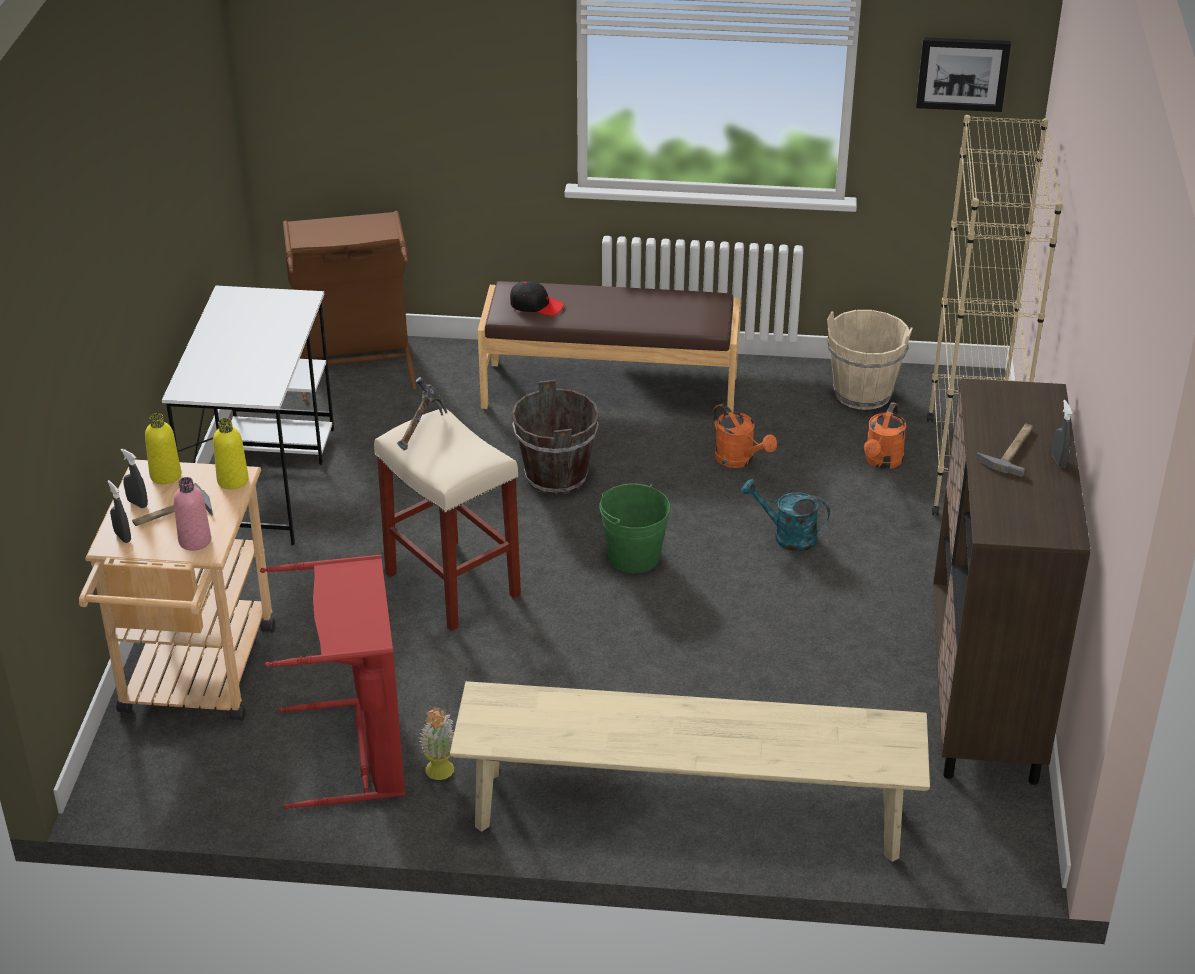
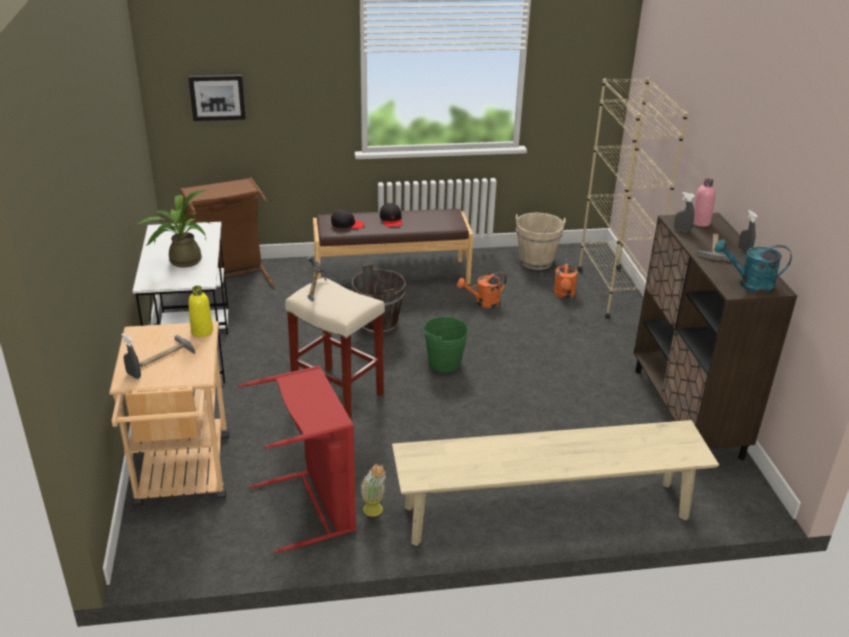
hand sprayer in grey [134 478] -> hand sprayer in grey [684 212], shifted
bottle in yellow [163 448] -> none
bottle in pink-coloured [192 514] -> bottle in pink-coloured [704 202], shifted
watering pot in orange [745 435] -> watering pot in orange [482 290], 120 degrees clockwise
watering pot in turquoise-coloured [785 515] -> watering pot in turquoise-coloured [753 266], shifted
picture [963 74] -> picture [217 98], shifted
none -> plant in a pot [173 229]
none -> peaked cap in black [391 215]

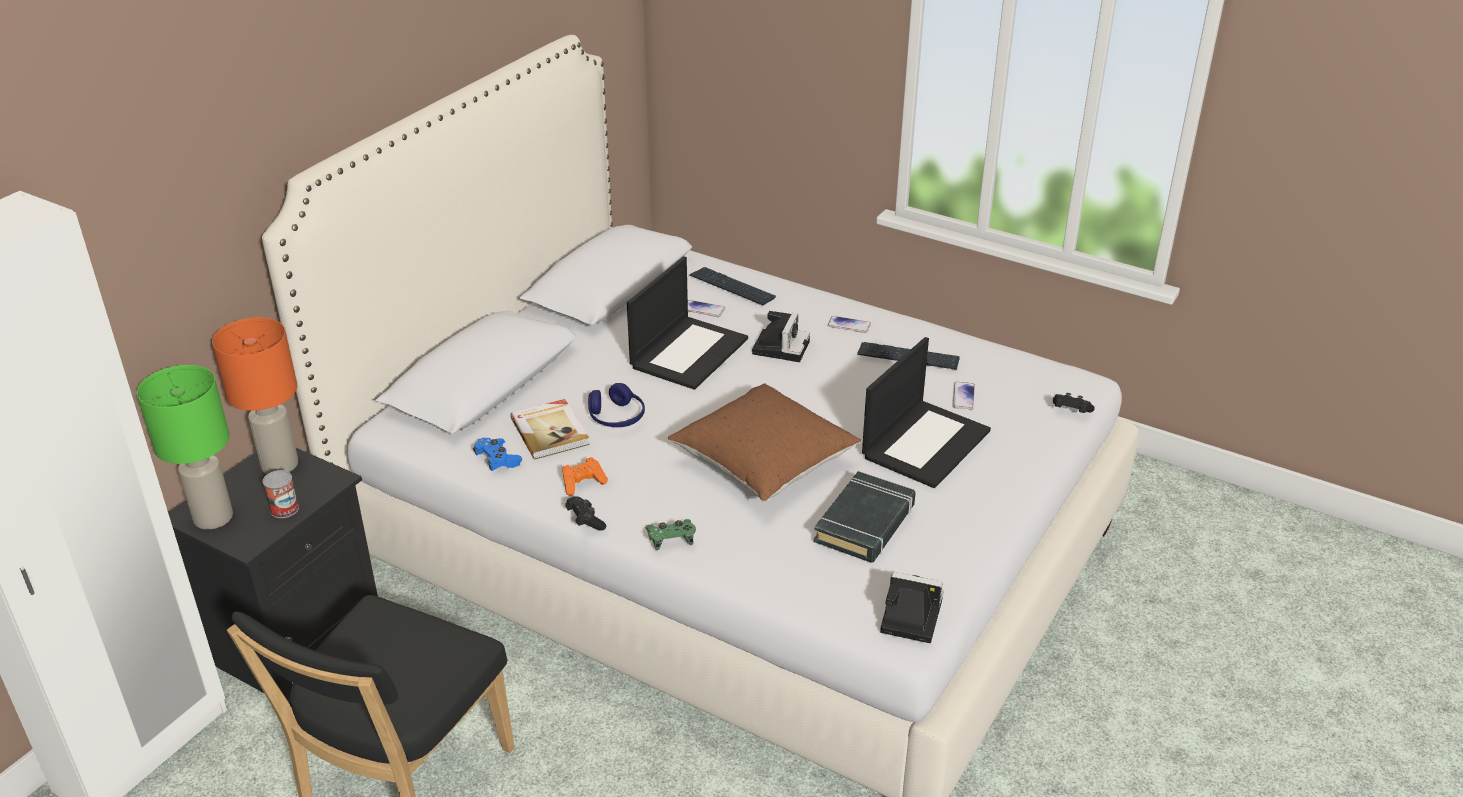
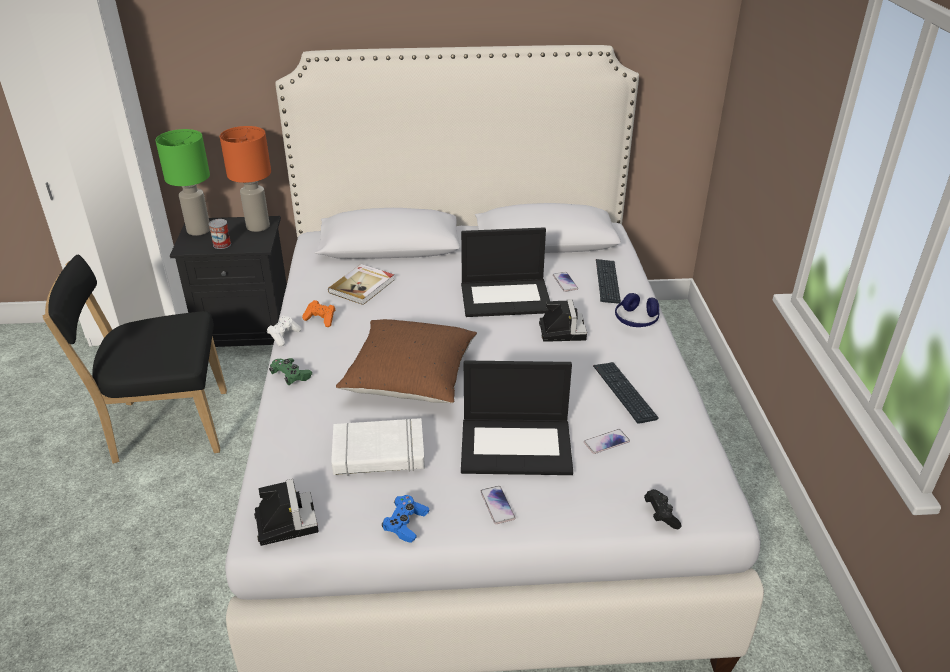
joypad in blue-coloured [497 454] -> joypad in blue-coloured [405 519], shifted
joypad in black [585 513] -> joypad in white [284 331]
headphones in blue-coloured [616 405] -> headphones in blue-coloured [637 310], shifted
still camera [781 336] -> still camera [563 320], 75 degrees counterclockwise
bound book in black [864 517] -> bound book in white [378 447]
telephone [849 324] -> telephone [497 505], shifted

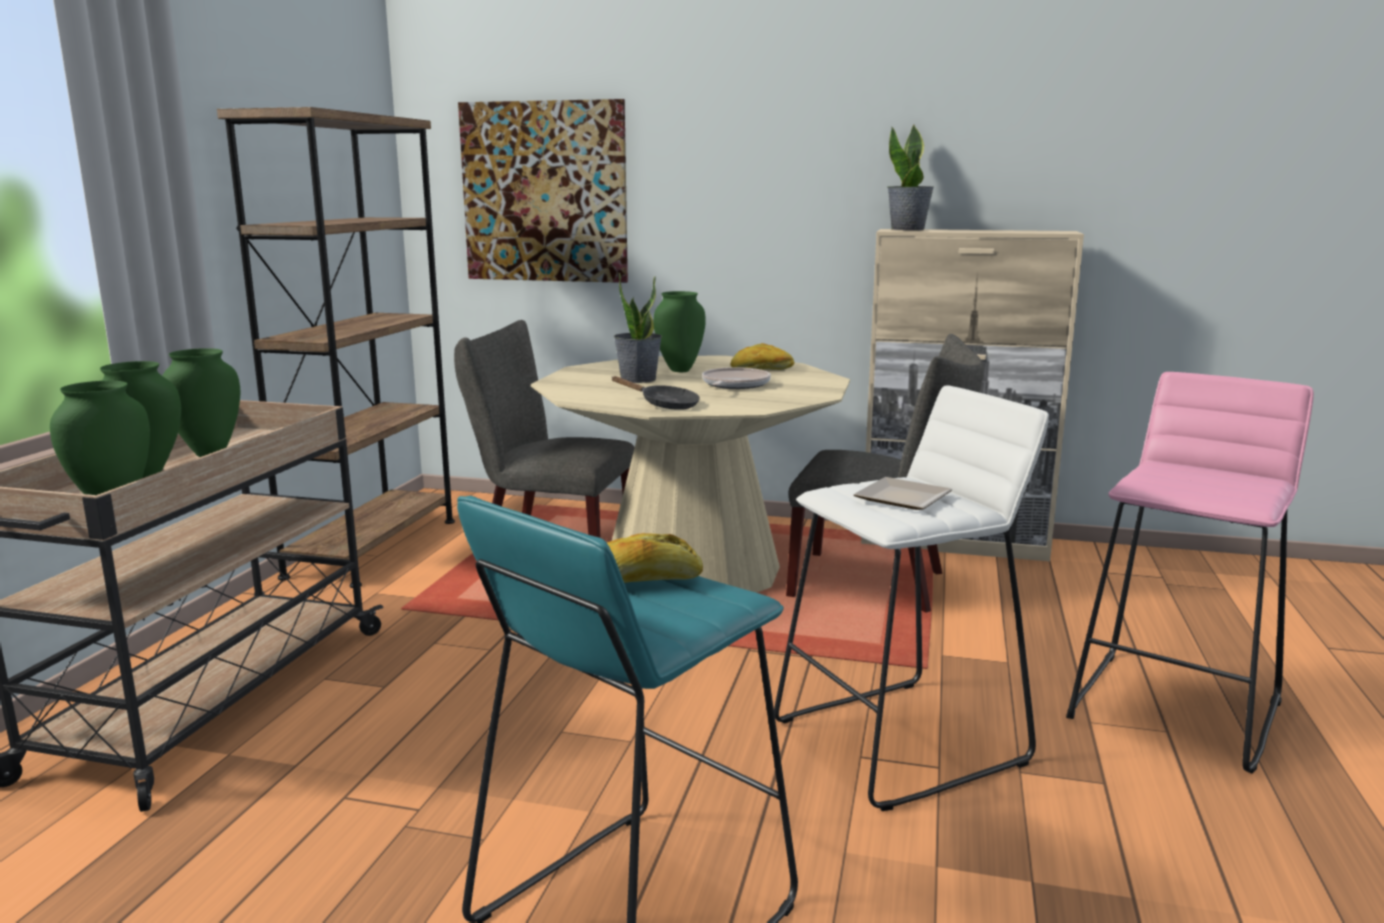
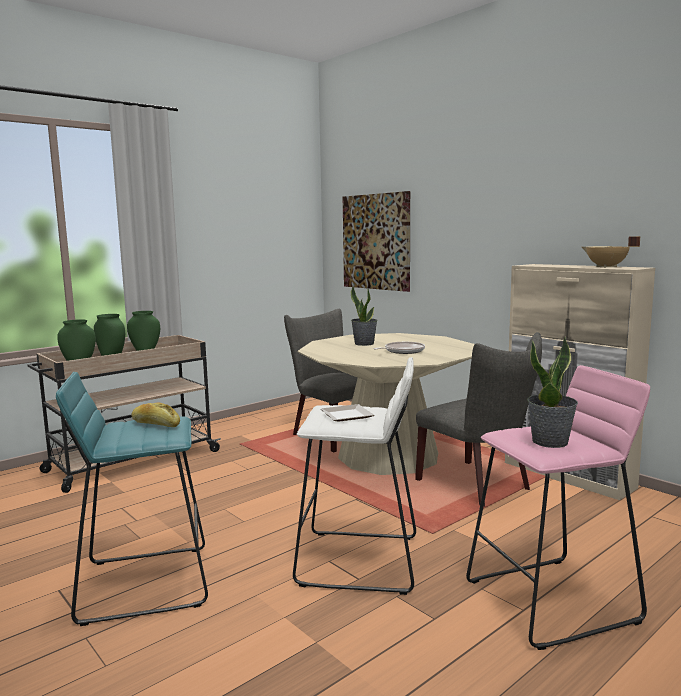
shelving unit in brownish [336 347] -> none
pan in black [655 393] -> none
vase in green-coloured [680 331] -> none
baked bread [763 356] -> none
plant in a pot [910 177] -> plant in a pot [552 392], shifted
none -> saucepot in beige [611 252]

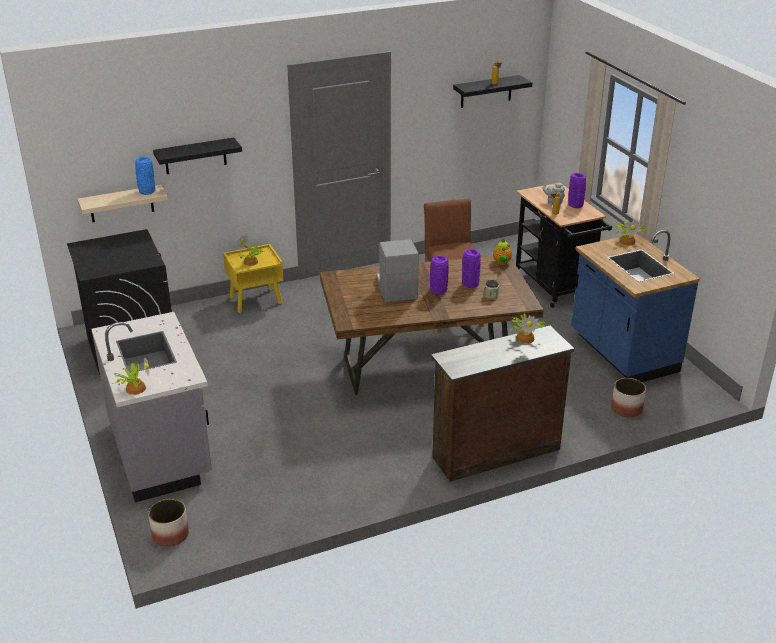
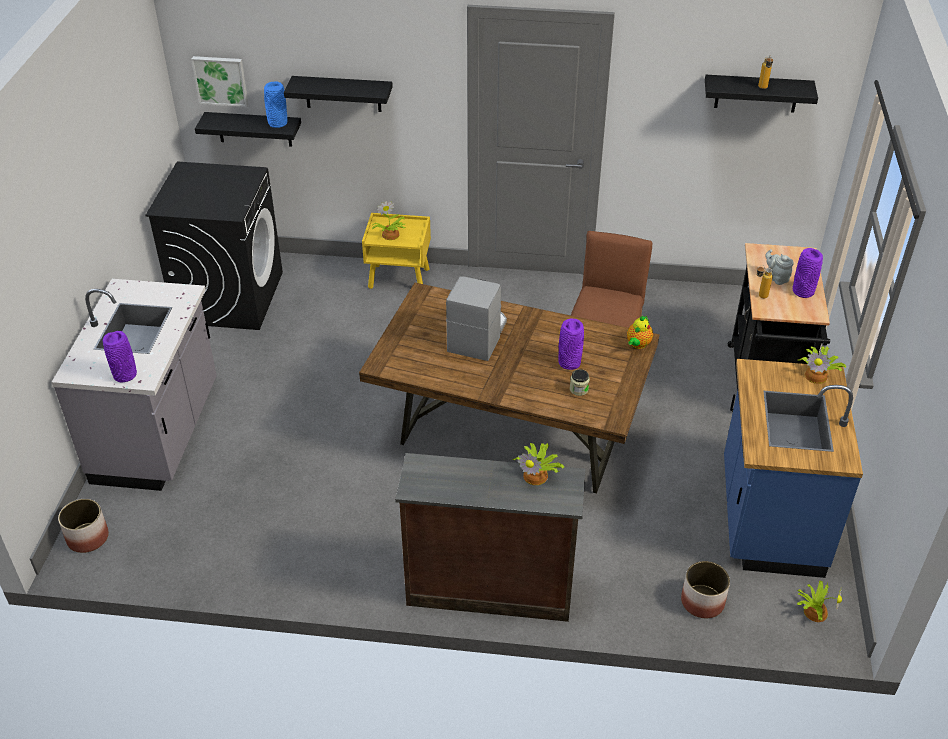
wall shelf in beige [122 203] -> wall shelf in black [248 129]
plant in a pot [132 376] -> plant in a pot [819 601], shifted
vase in purplish [439 274] -> vase in purplish [120 356], shifted
none -> picture [219 81]

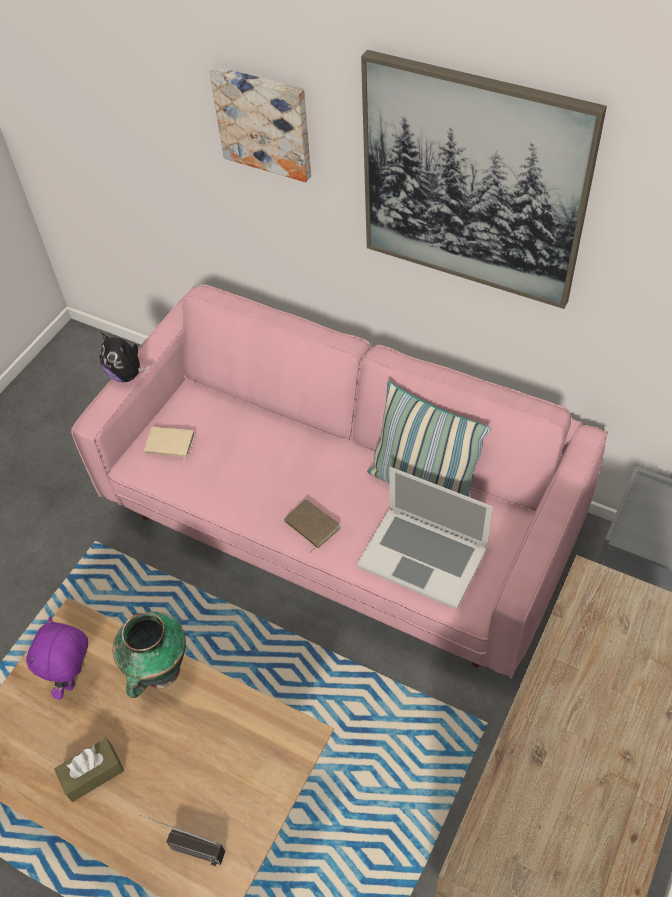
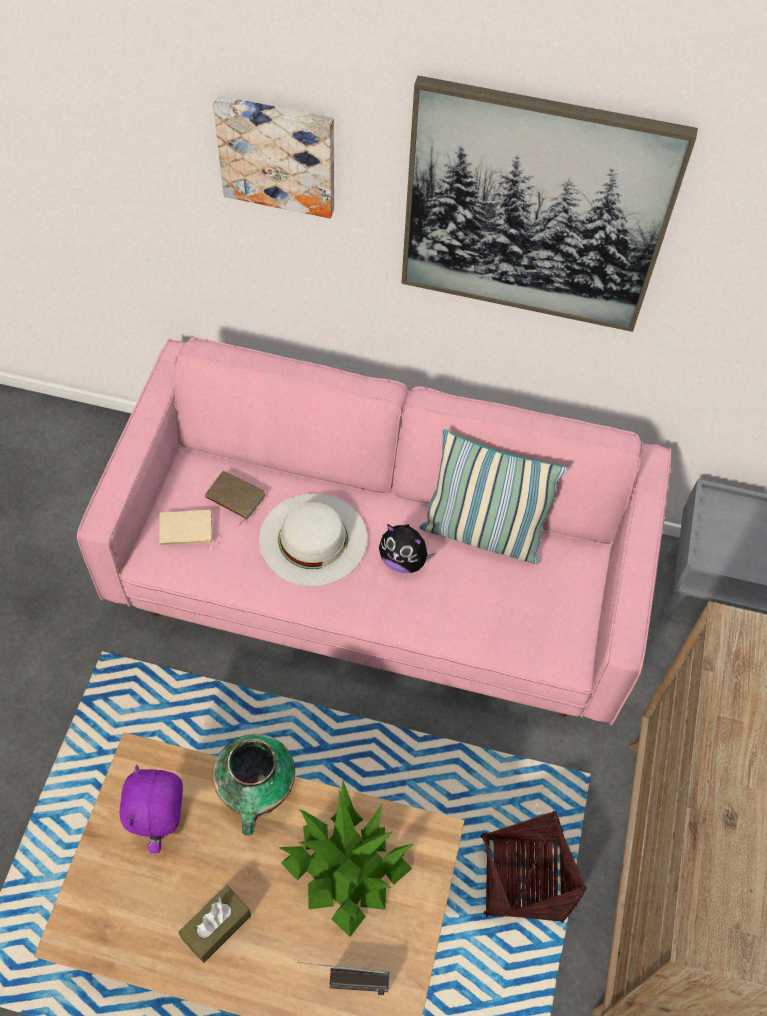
plush toy [123 357] -> plush toy [407 548], shifted
bound book in brownish [312 526] -> bound book in brownish [235 498], shifted
notebook computer [425 538] -> none
none -> wearable hat in white [313 539]
none -> plant in a pot [346 859]
none -> storage basket [534 867]

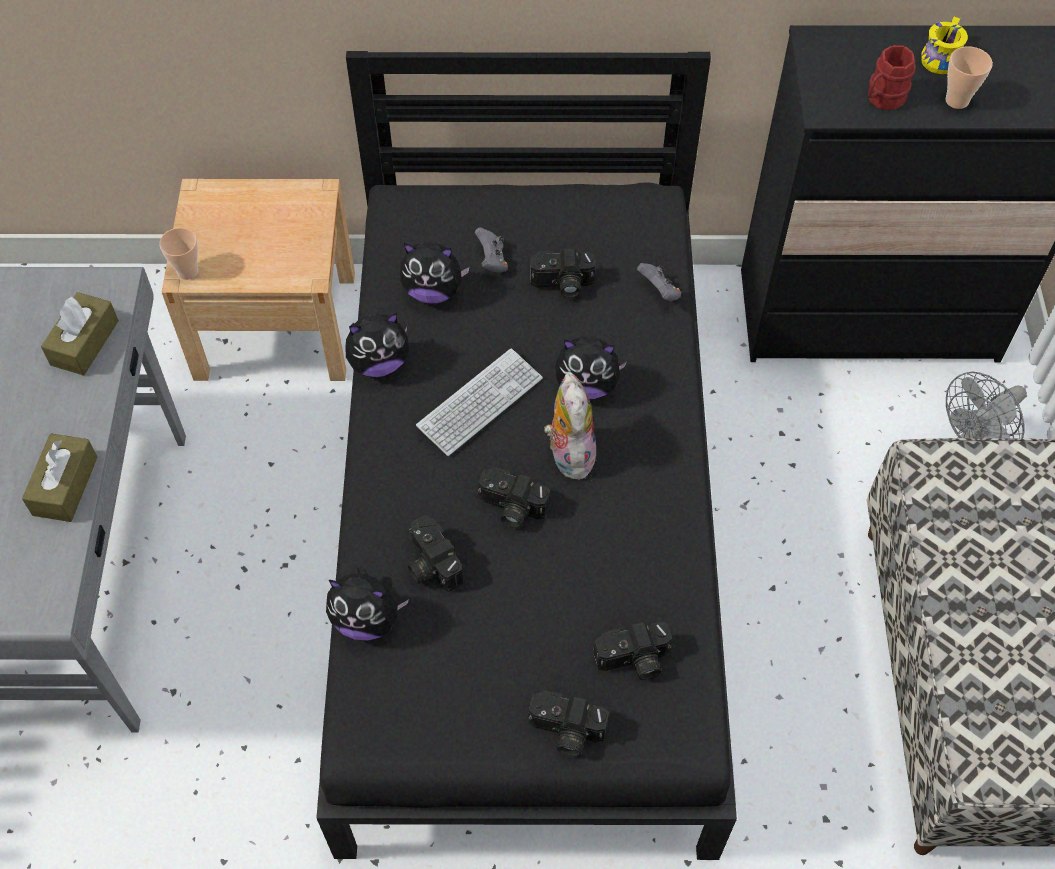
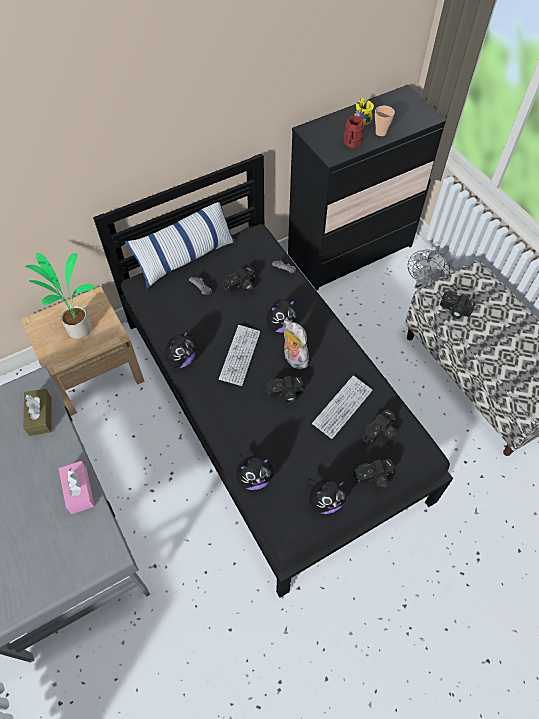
tissue holder in brownish [60 477] -> tissue holder in pink-coloured [77 487]
small cup [178 254] -> none
plush toy [435 273] -> plush toy [327 496], shifted
still camera [435 553] -> still camera [458 305], shifted
none -> plant in a pot [60 296]
none -> throw pillow [180 245]
none -> PC keyboard [342 407]

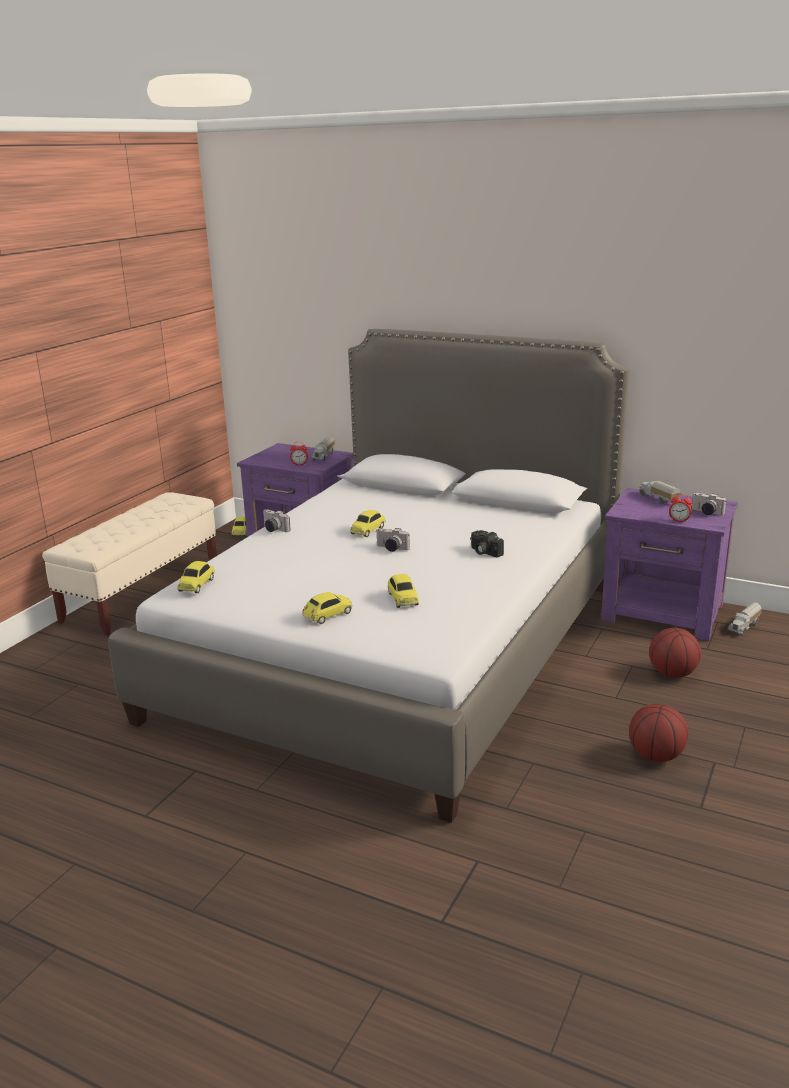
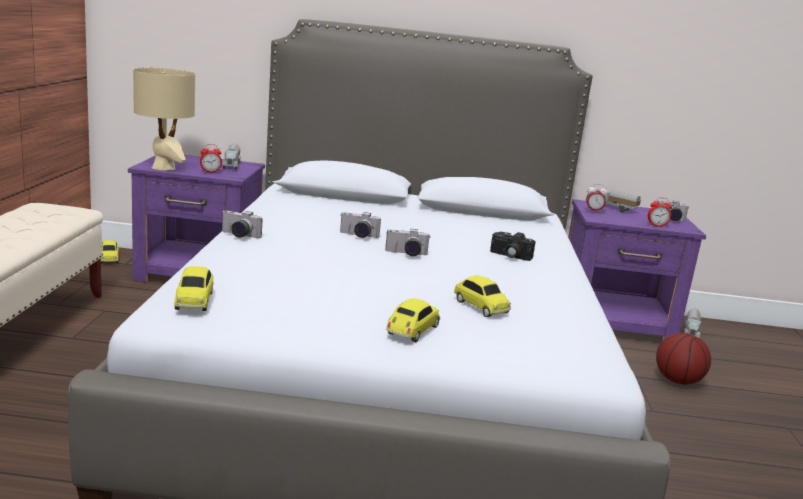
model car [367 523] -> still camera [360 225]
ball for basketball [658 732] -> none
none -> table lamp in beige [164 119]
none -> table clock [597 199]

